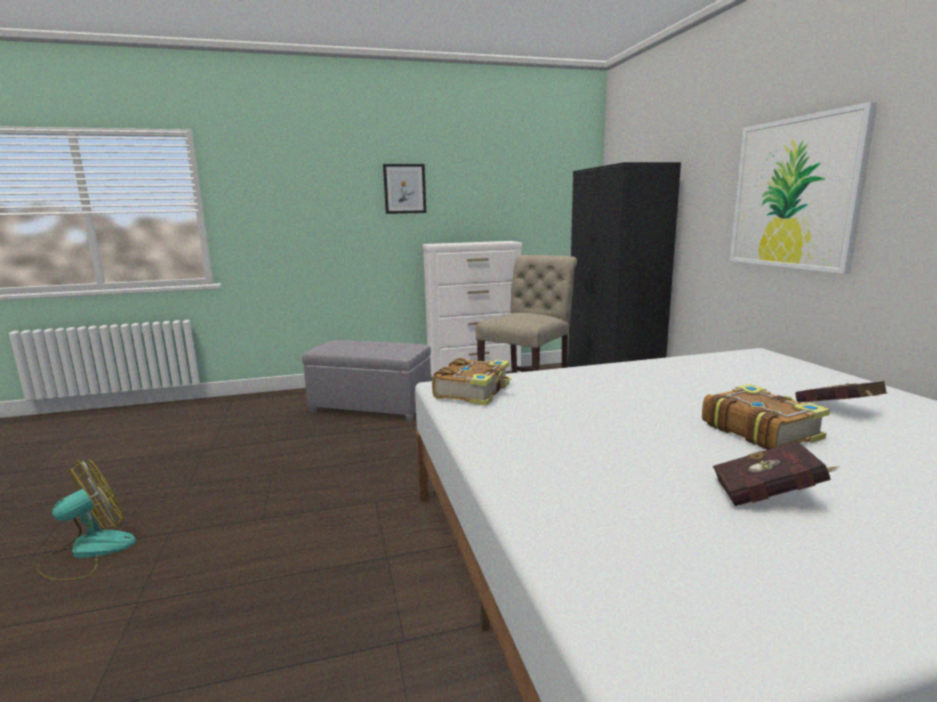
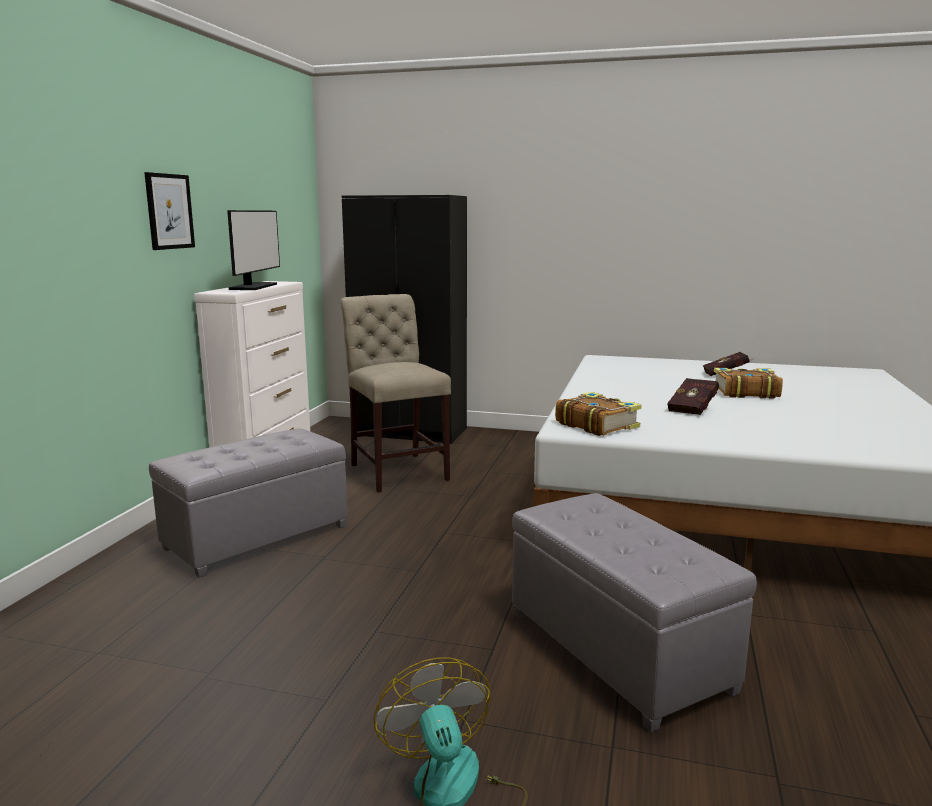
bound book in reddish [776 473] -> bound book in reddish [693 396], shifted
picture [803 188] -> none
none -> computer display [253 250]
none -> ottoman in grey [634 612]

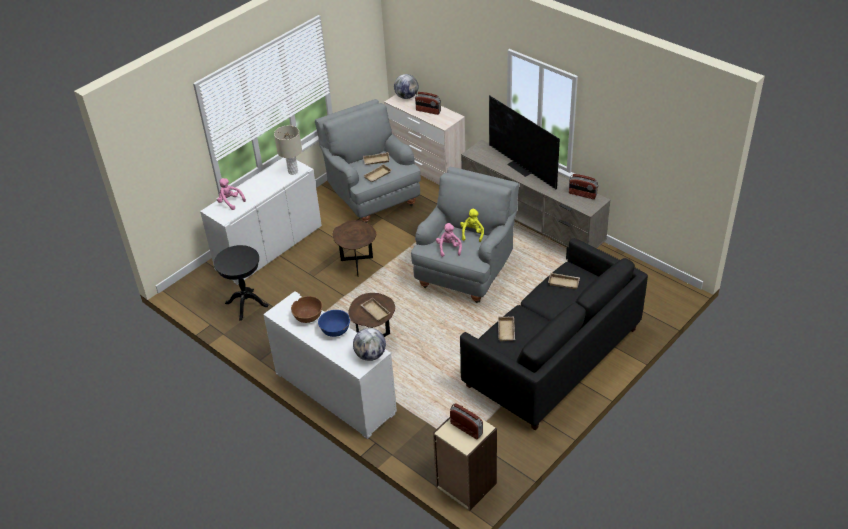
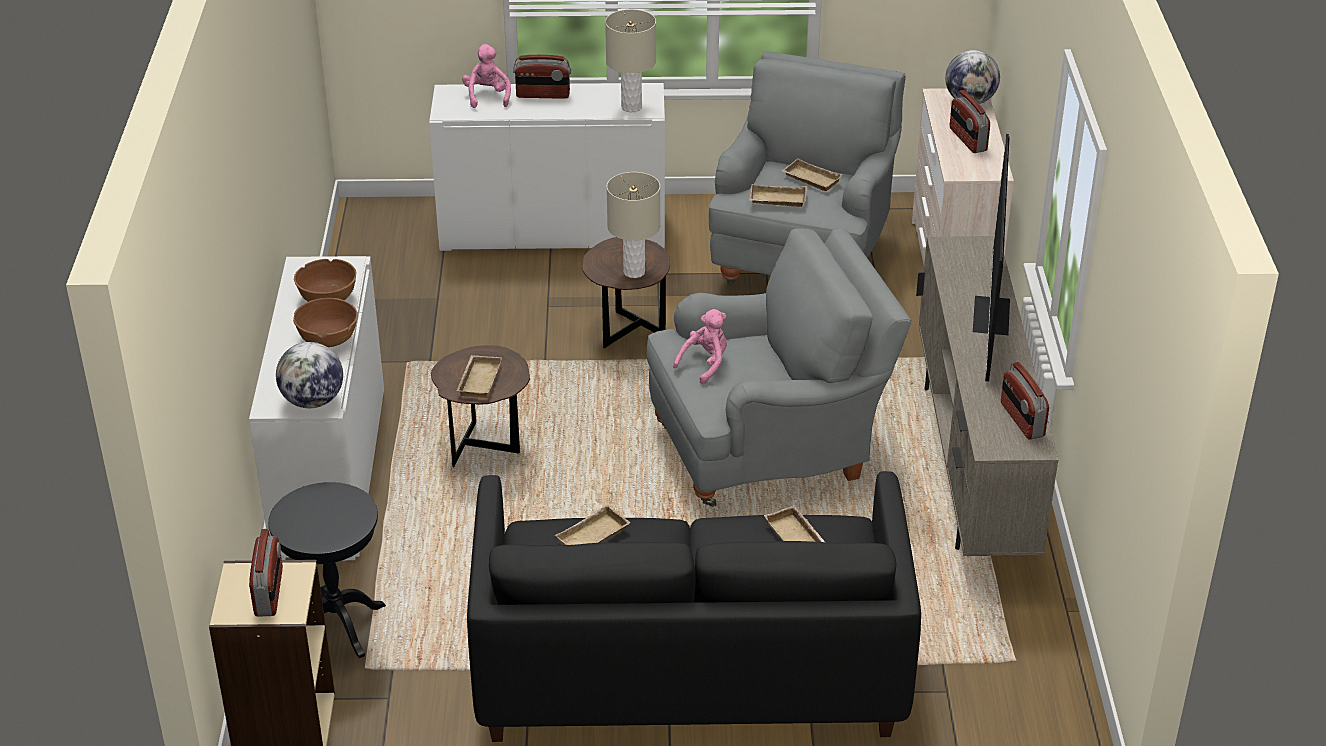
end table in black [241 283] -> end table in black [327 570], shifted
serving bowl in blue-coloured [334 323] -> serving bowl in brownish [325 322]
plush toy in yellow [472 225] -> none
none -> radio set [542 77]
none -> table lamp in beige [633 225]

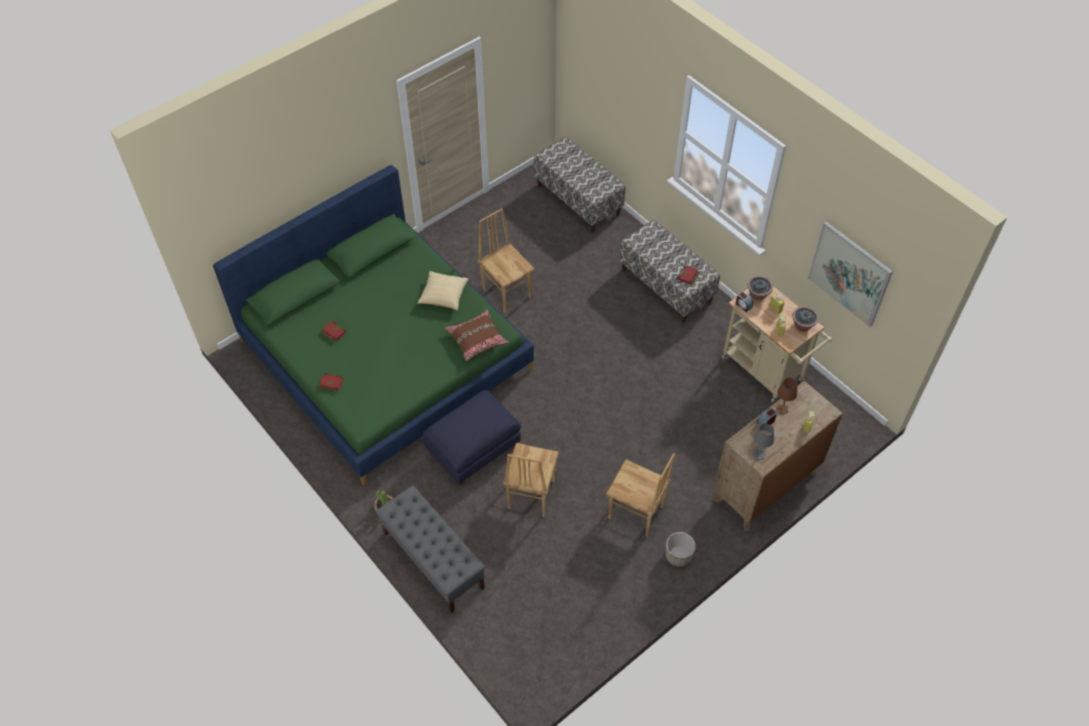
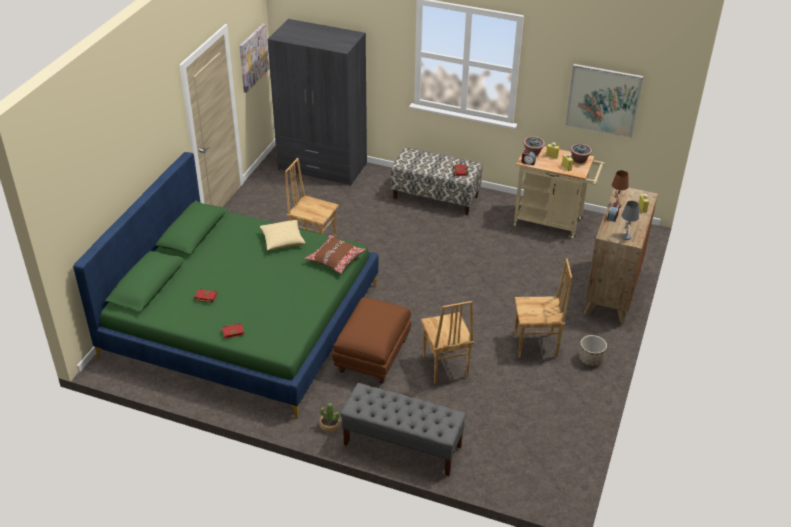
ottoman in blue-coloured [472 437] -> ottoman in brownish [371 340]
long seat [579 185] -> clothes cupboard in grey [317 102]
none -> picture [254 58]

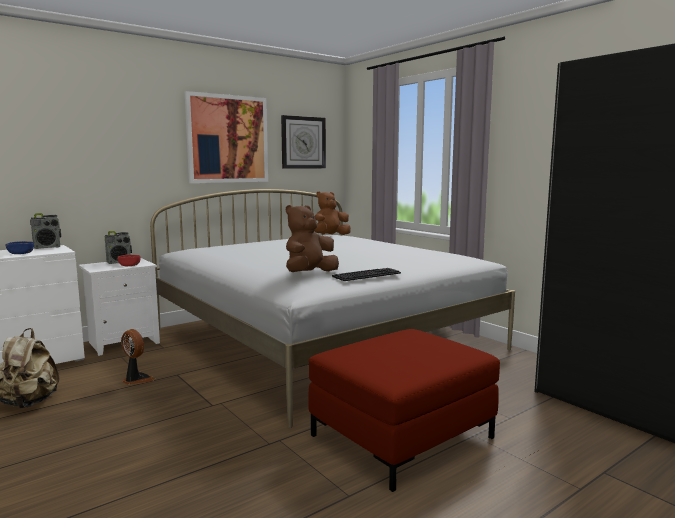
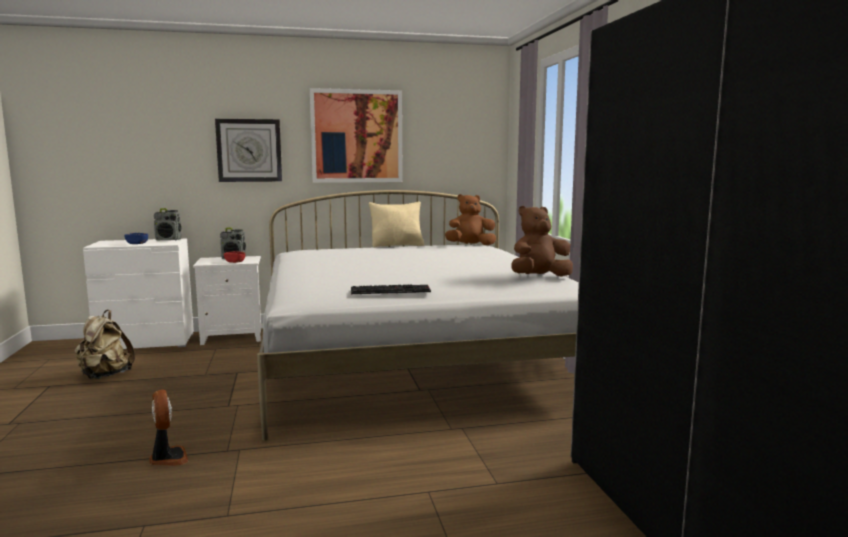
fan [138 357] -> fan [169 427], shifted
wall clock [303 142] -> wall clock [248 150], shifted
plush toy in brownish [312 238] -> plush toy in brownish [542 241], shifted
ottoman in reddish [404 410] -> none
none -> throw pillow in beige [396 224]

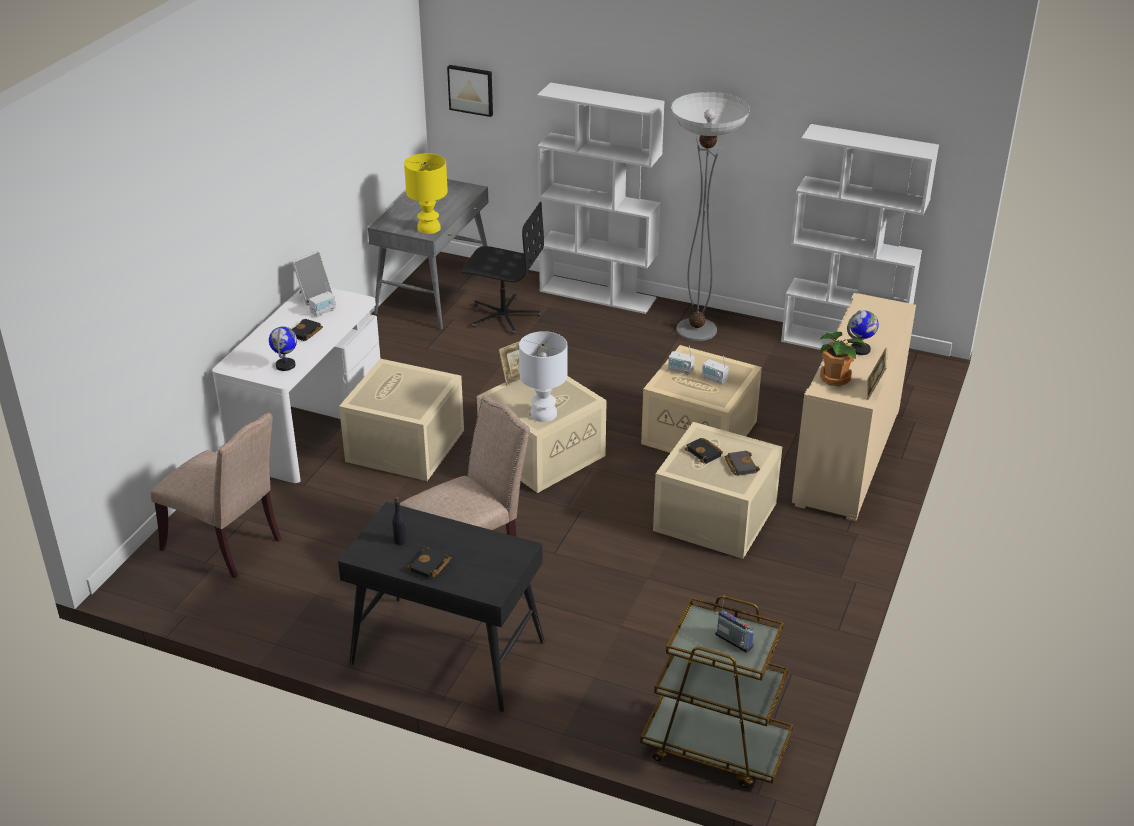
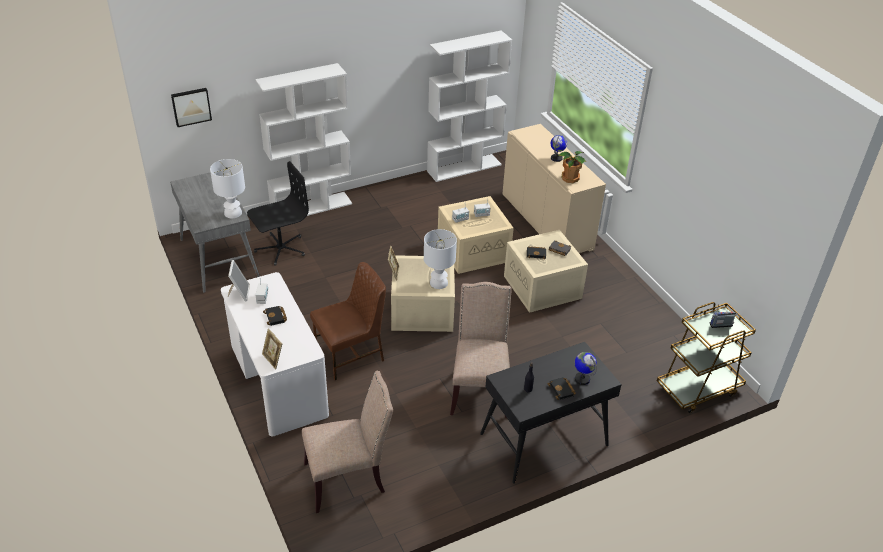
world globe [283 349] -> world globe [586 368], shifted
storage container in beige [401 420] -> chair in brownish [348 321]
table lamp in yellow [426 193] -> table lamp in white [227 188]
floor lamp [710 216] -> none
photo frame [877 373] -> photo frame [272 349], shifted

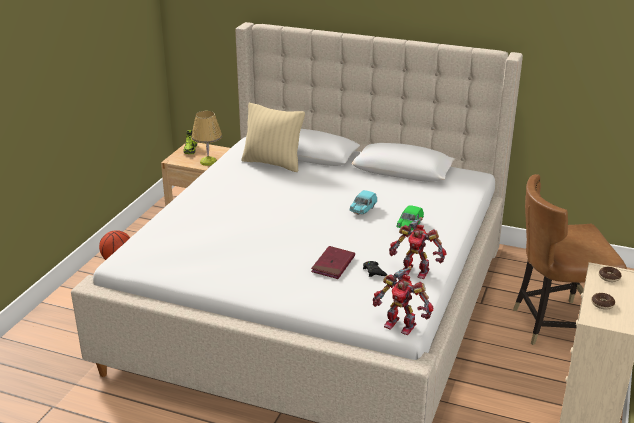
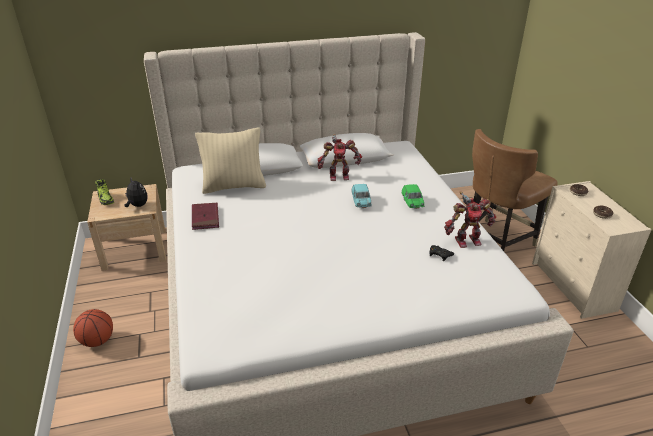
table lamp [206 138] -> plush toy [136 192]
bound book in reddish [333 262] -> bound book in reddish [205 216], shifted
robot figure [403 300] -> robot figure [339 157], shifted

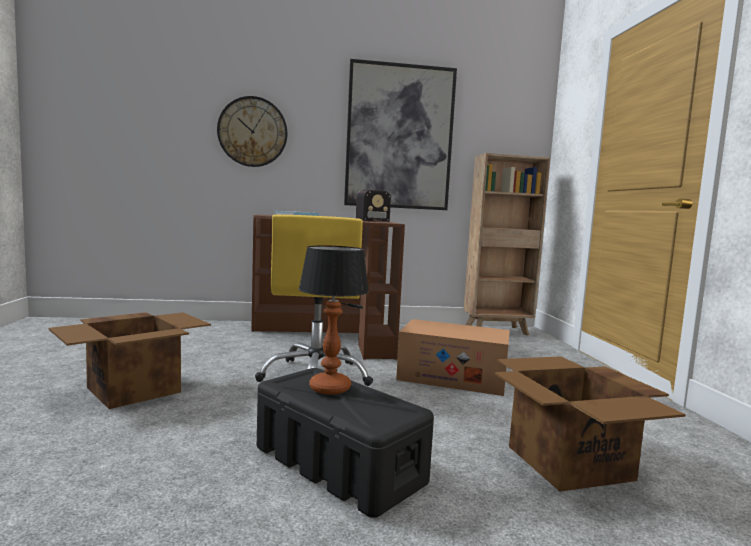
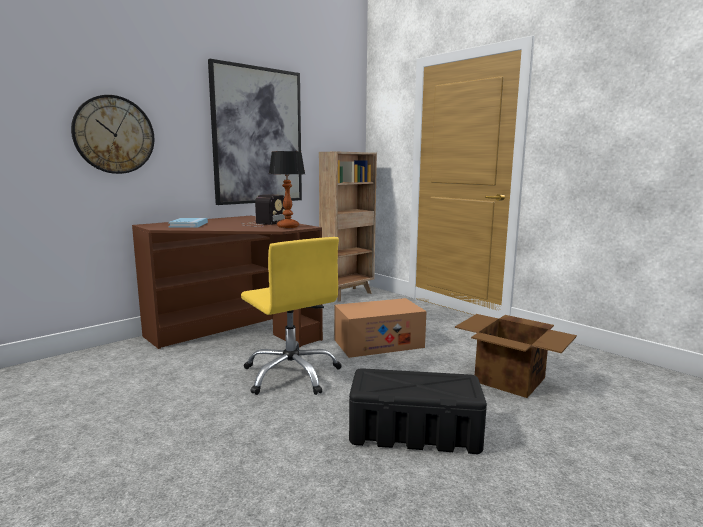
carton [129 360] -> none
table lamp [334 320] -> table lamp [287 189], shifted

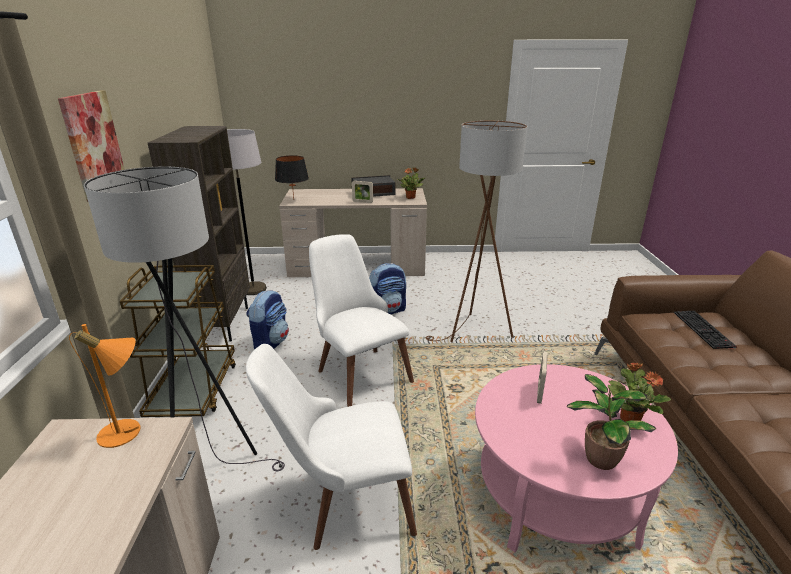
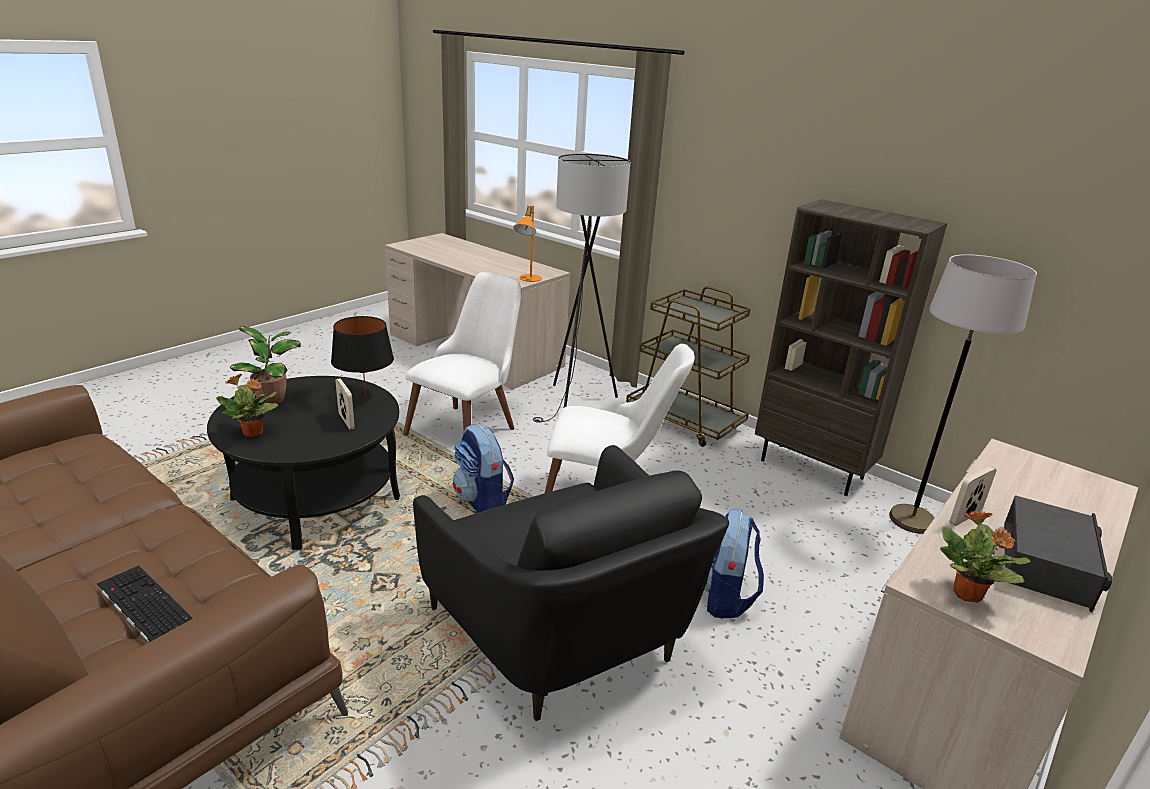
picture [91 146] -> none
backpack [268 320] -> backpack [483 468], shifted
table lamp in black [292 177] -> table lamp in black [362 356], shifted
floor lamp in brownish [476 231] -> easy chair in black [571 583]
low table in pink-coloured [576 458] -> low table in black [303 463]

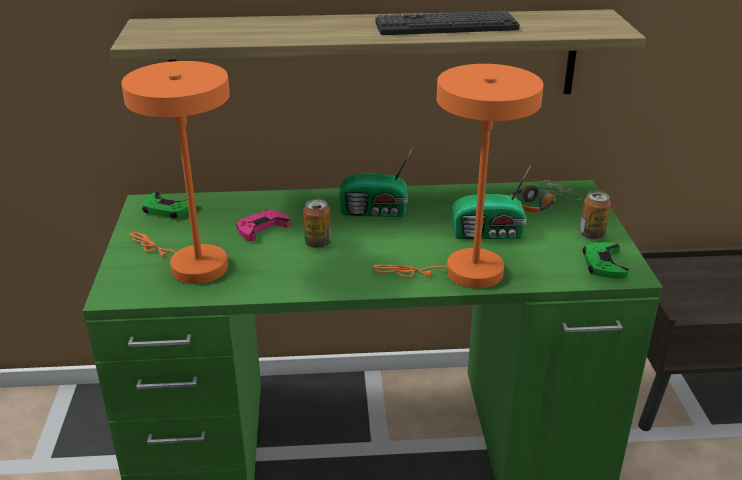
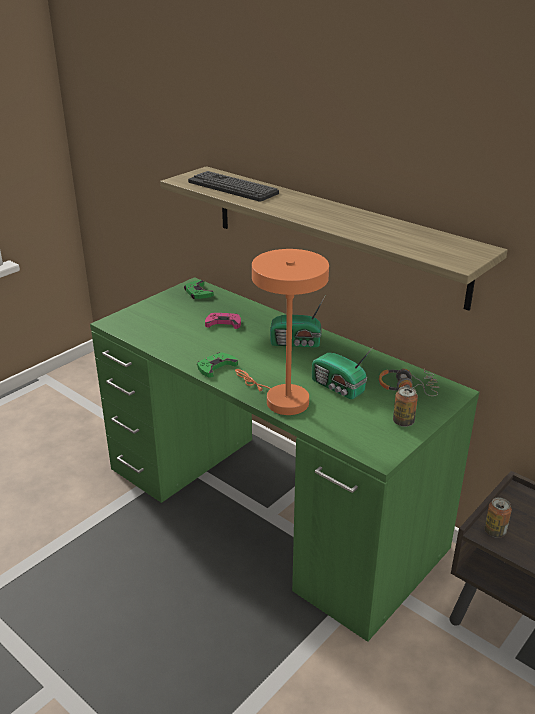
table lamp in orange [175 172] -> none
can [317 224] -> can [498 517], shifted
radio set [376 182] -> radio set [298 321], 45 degrees counterclockwise
PC keyboard [447 23] -> PC keyboard [233 186], shifted
joypad in green-coloured [606 260] -> joypad in green-coloured [217 365], shifted

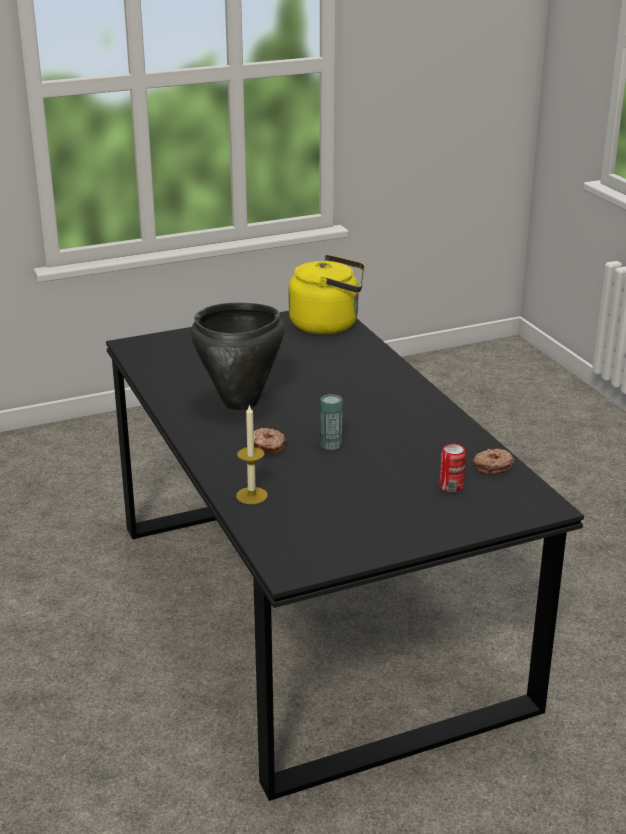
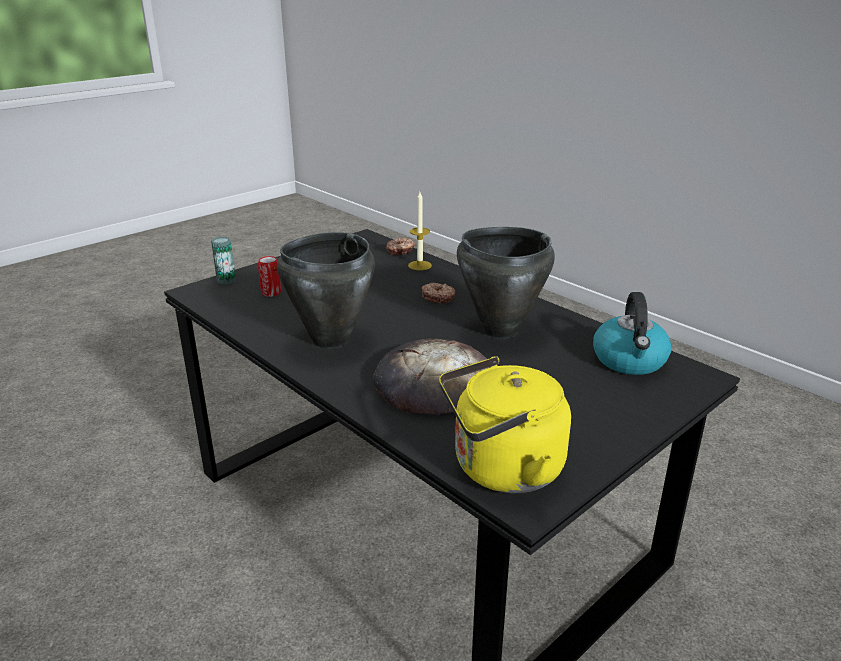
can [331 422] -> can [223 260], shifted
doughnut [493 461] -> doughnut [400 246], shifted
none -> saucepot in black [326 290]
none -> baked bread [430 376]
none -> tea kettle [632 333]

